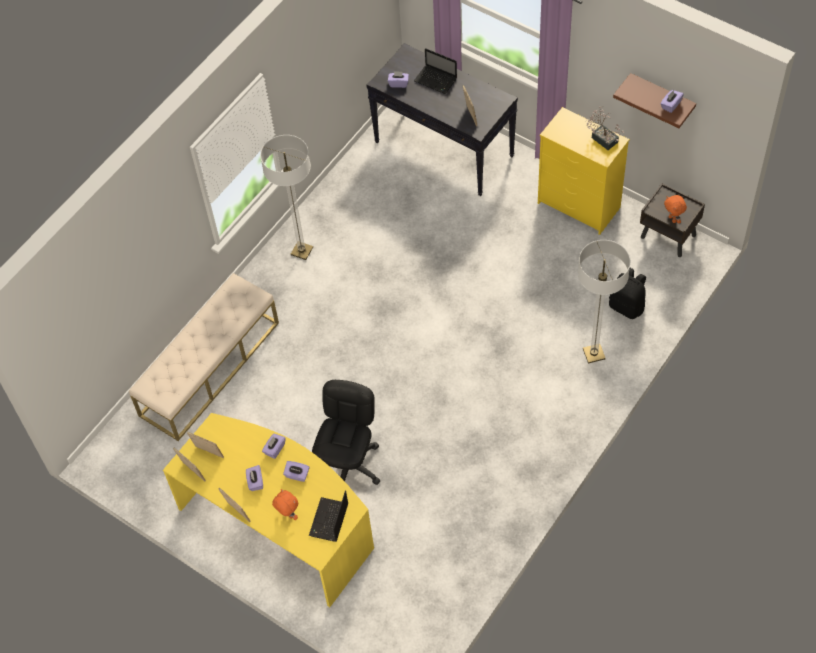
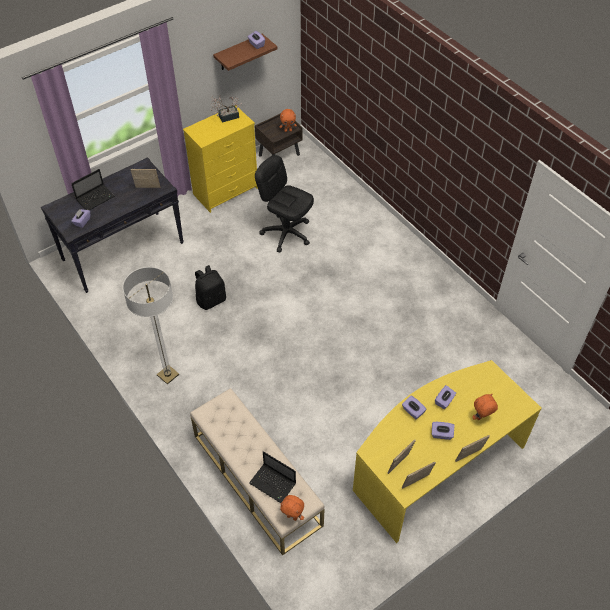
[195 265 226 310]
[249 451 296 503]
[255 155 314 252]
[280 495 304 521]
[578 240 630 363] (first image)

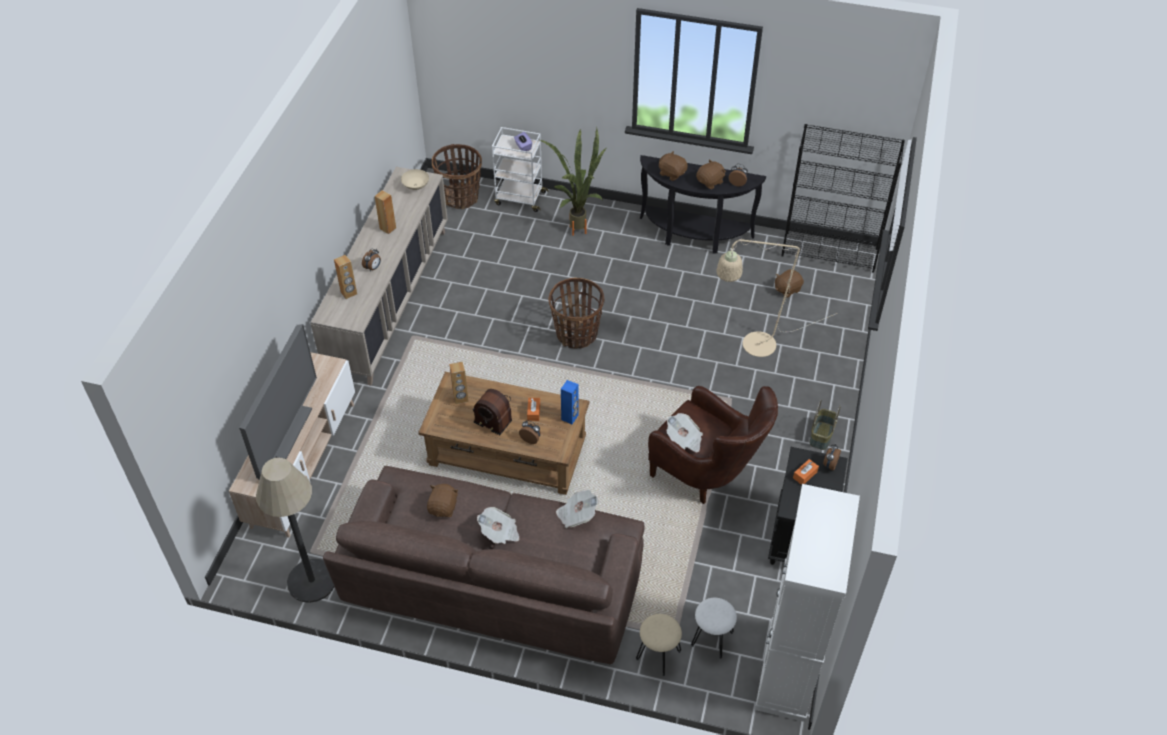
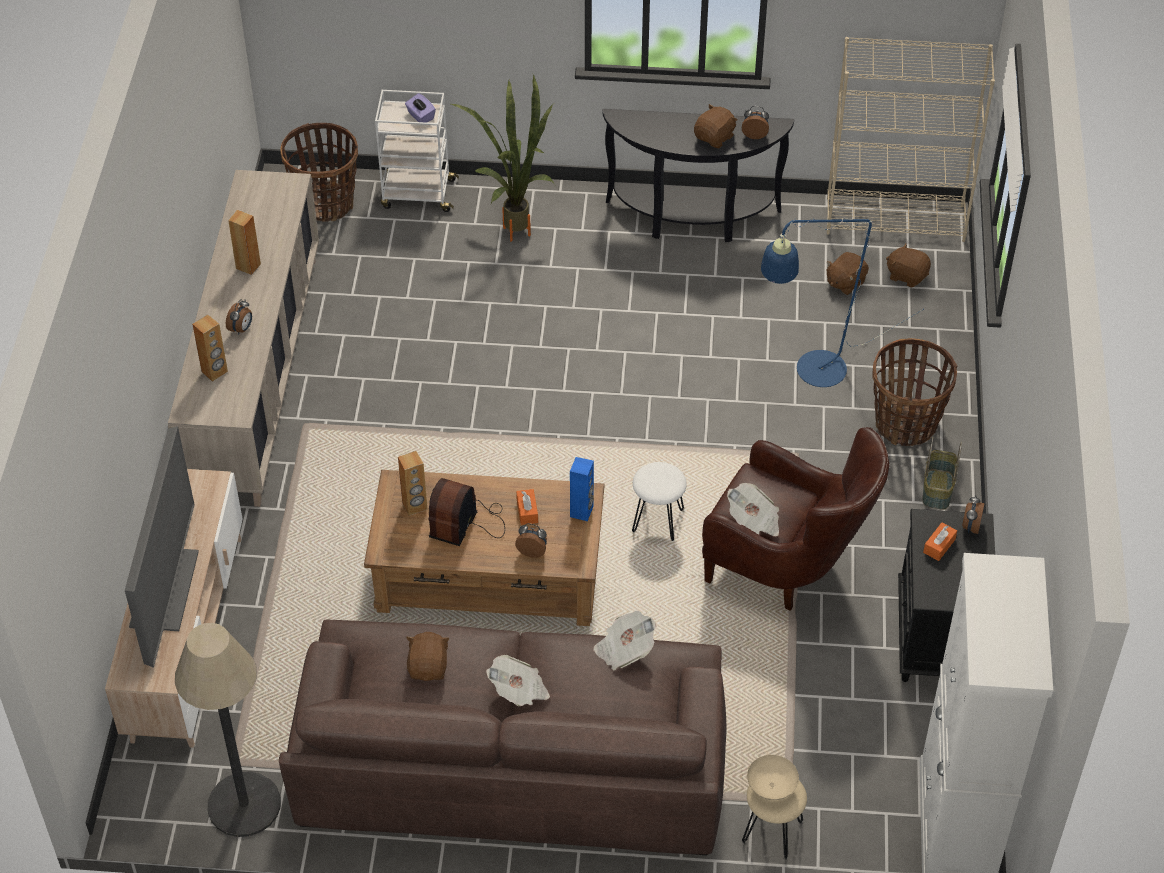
[428 478 505 546]
[632 462 687 541]
[747 755 799 800]
[761 218 924 387]
[827 37 995 242]
[872 338 957 446]
[886 243 931 288]

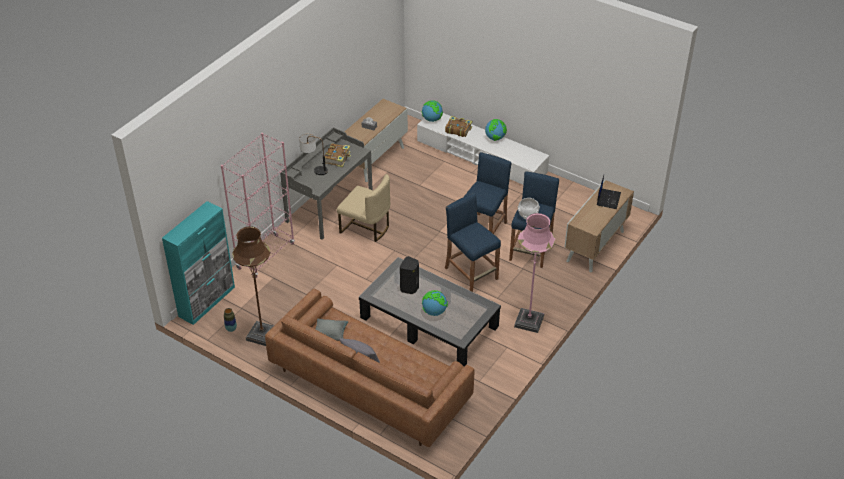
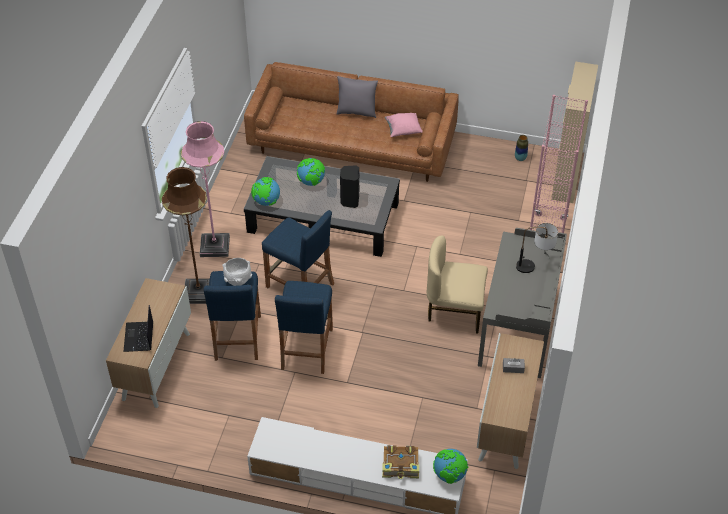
[162 167 210 304]
[251 177 280 206]
[385 113 423 137]
[551 61 598 203]
[325 143 351 167] (first image)

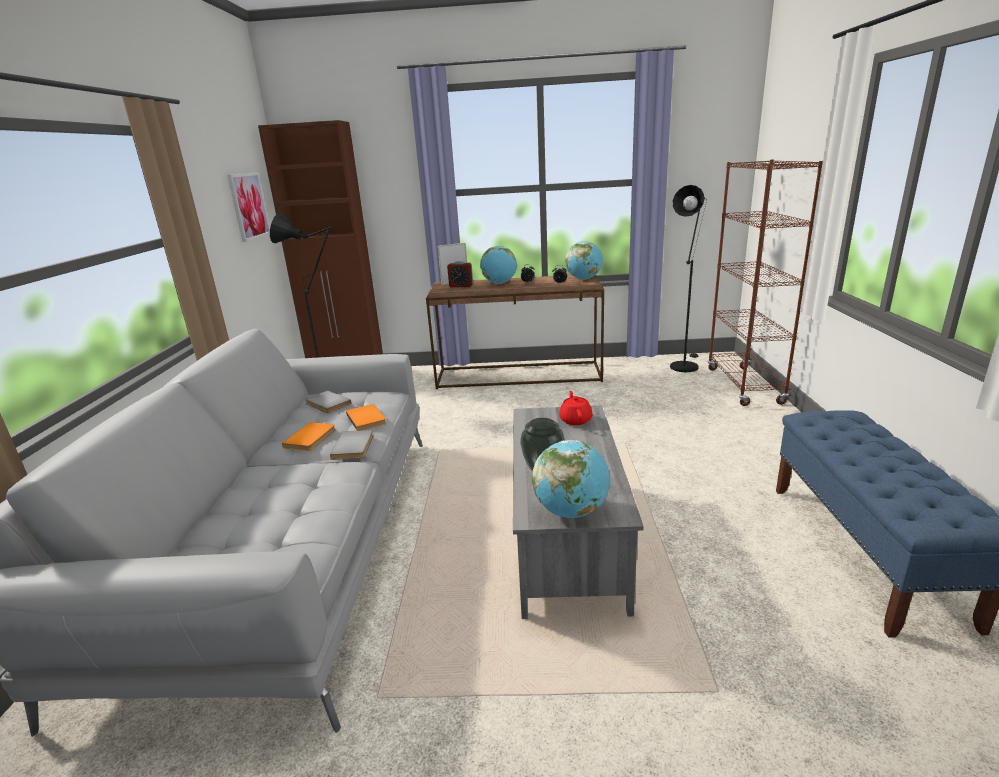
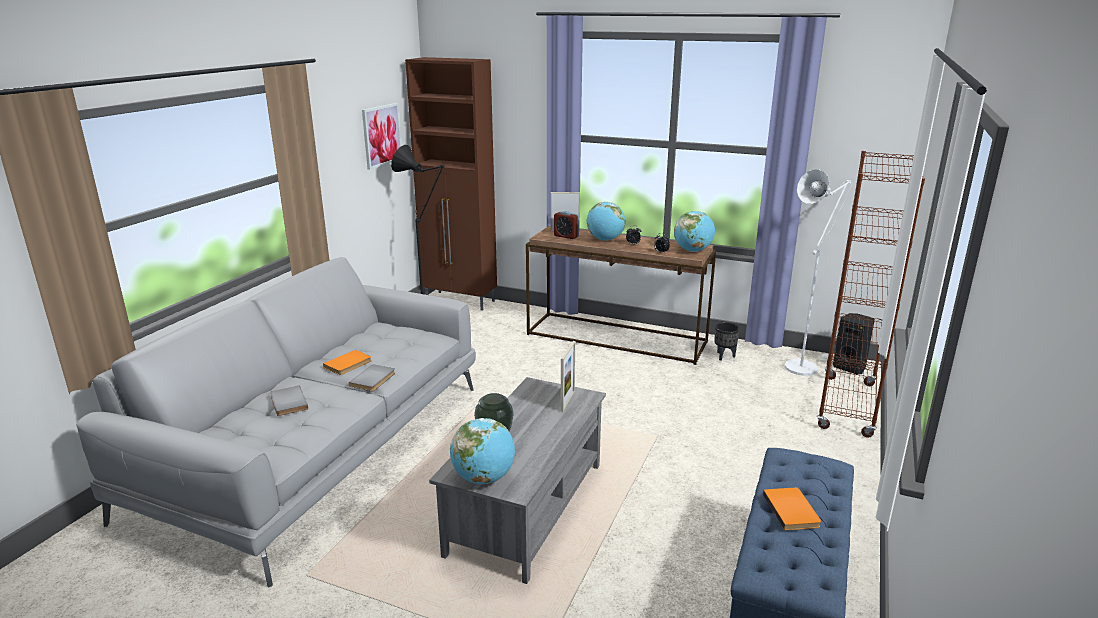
[270 386 308 416]
[560 341 575 412]
[714 322 740 360]
[763 487 821 530]
[785 169 851 376]
[833 313 875 374]

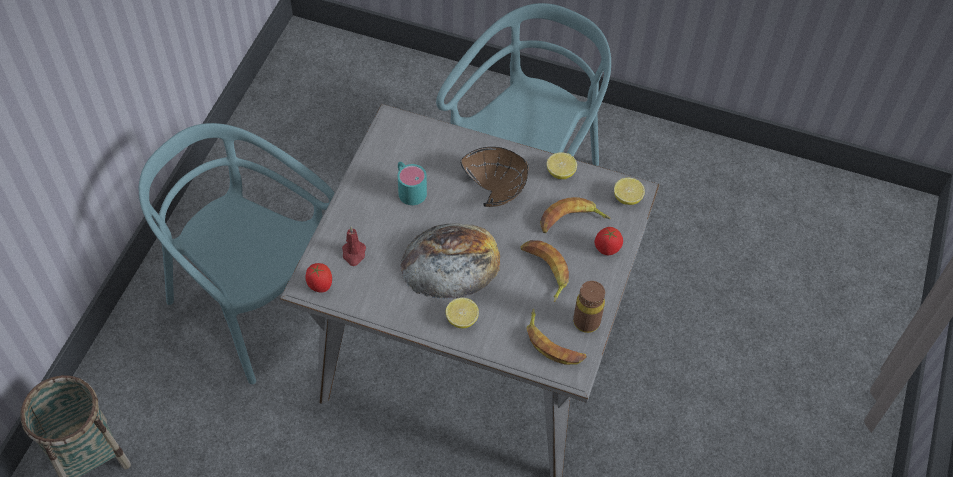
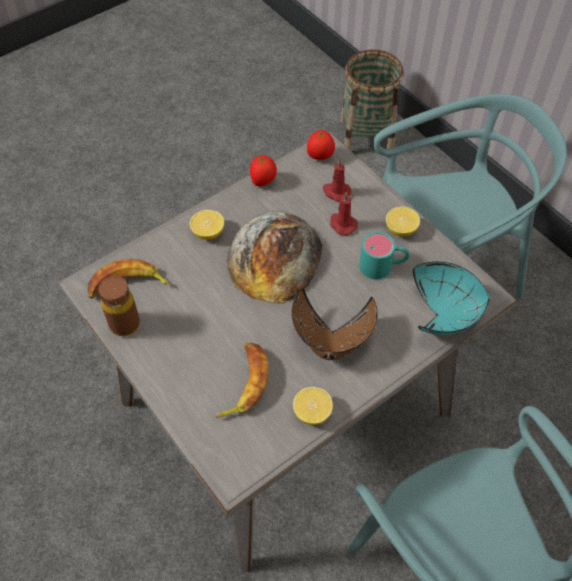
[250 155 277 186]
[330 192 358 235]
[386 206 420 236]
[413 262 490 335]
[520 240 569 302] (first image)

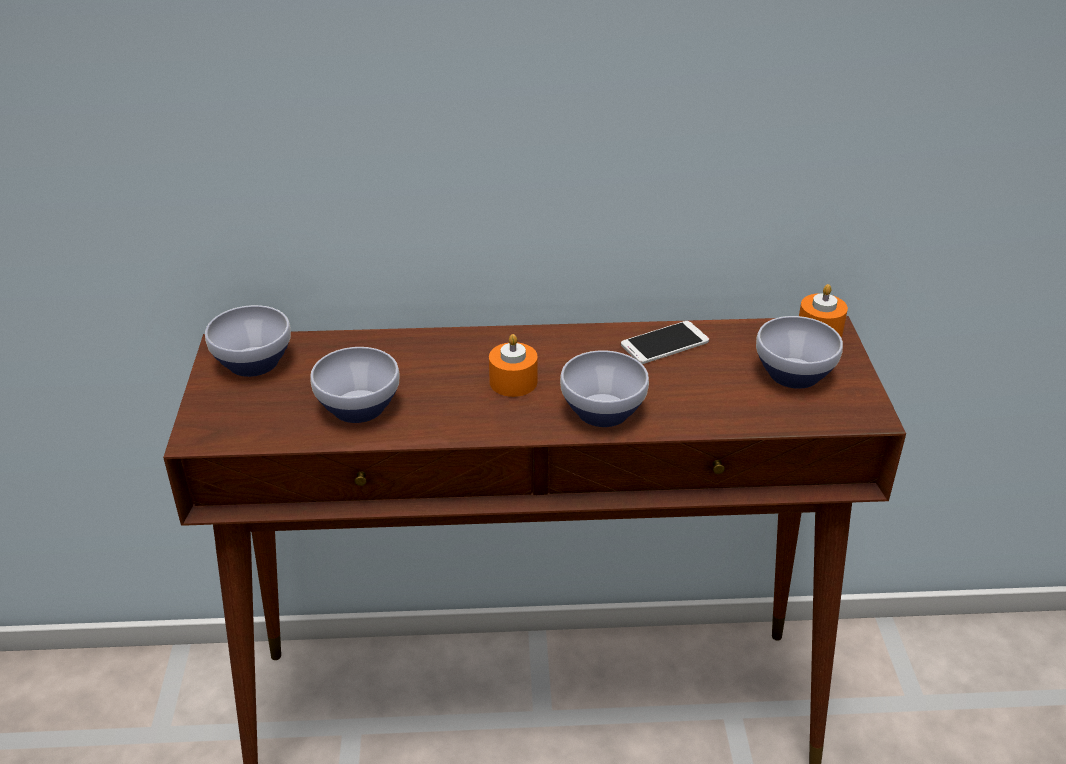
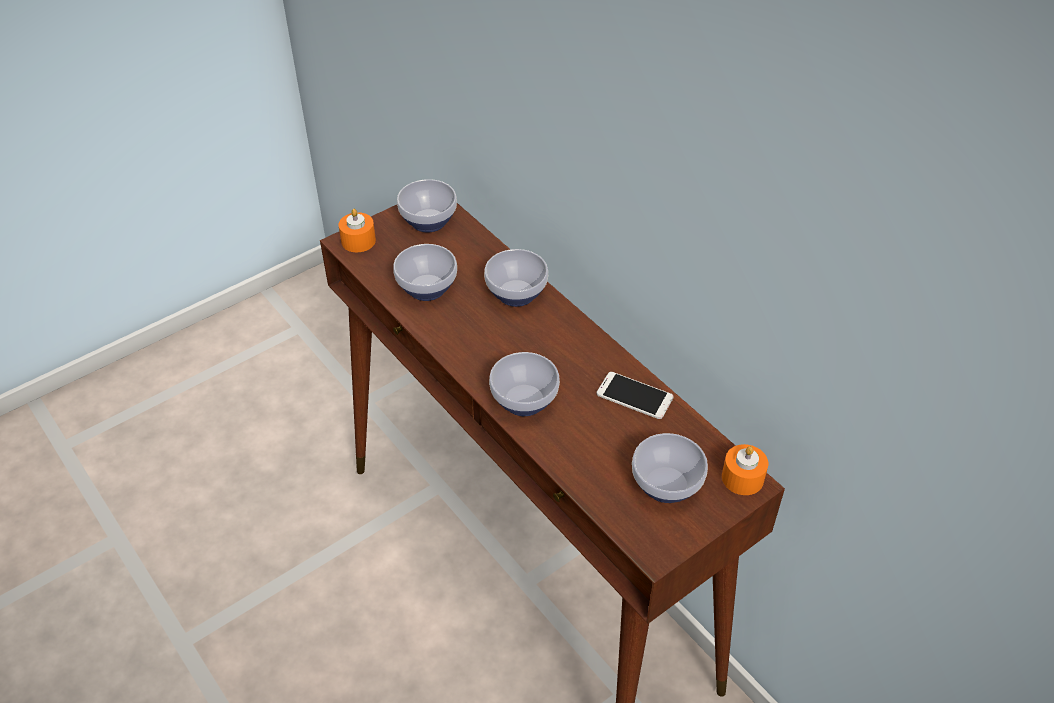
[339 209 376 252]
[484 249 548 307]

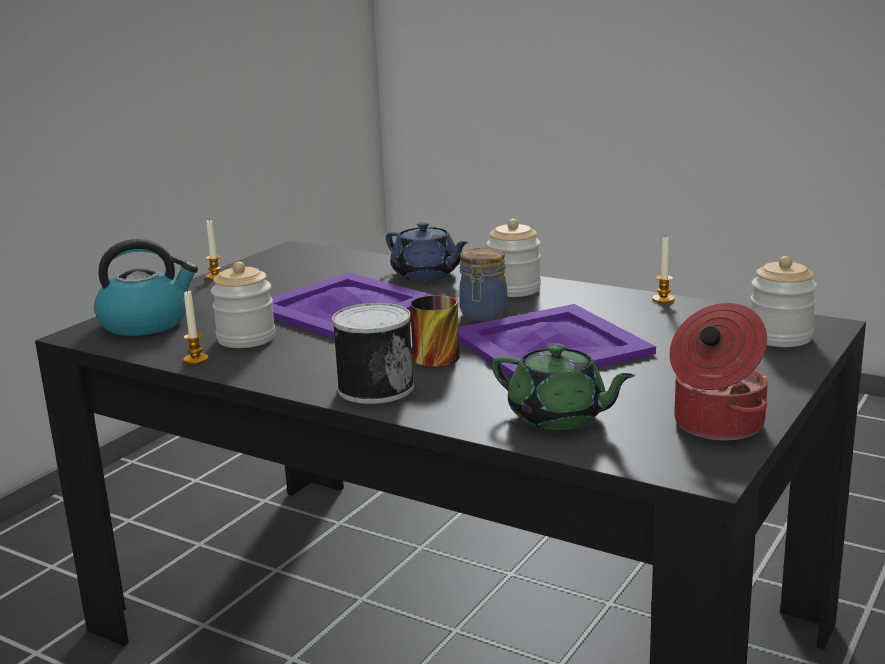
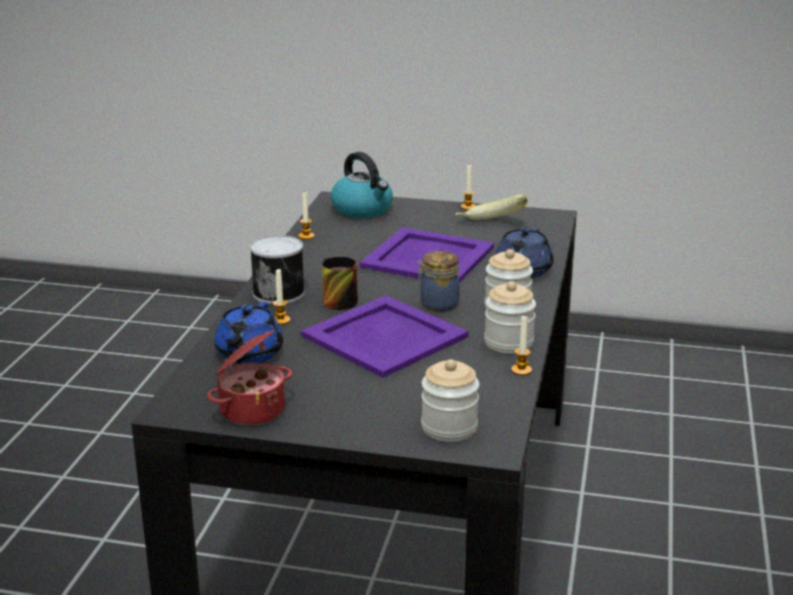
[214 302 283 364]
[273 269 290 325]
[456 194 528 220]
[484 281 536 354]

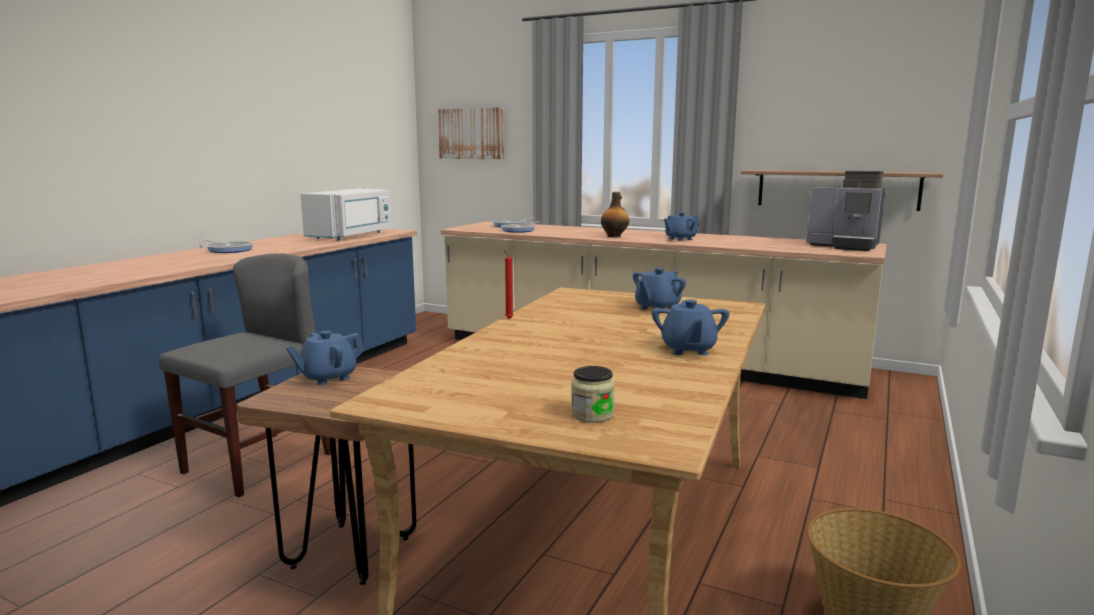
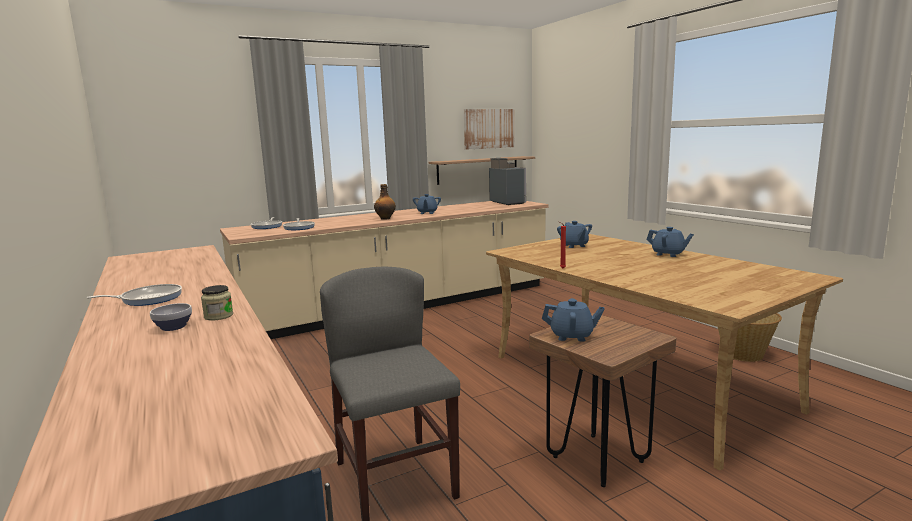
[150 303 192 331]
[201 285 233 321]
[464 109 514 150]
[489 158 526 205]
[542 298 605 342]
[300 189 392 240] (first image)

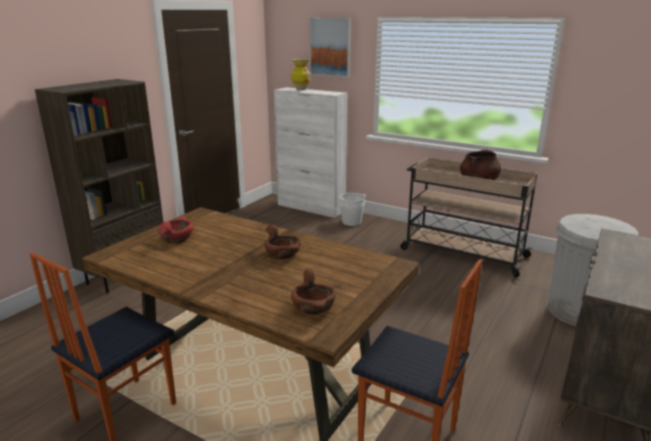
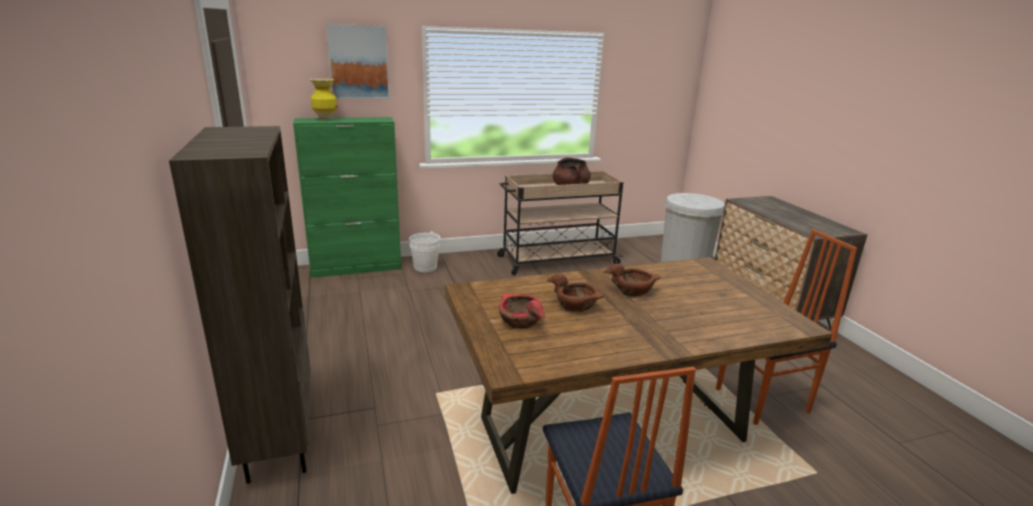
[293 117 401 278]
[547 273 604 312]

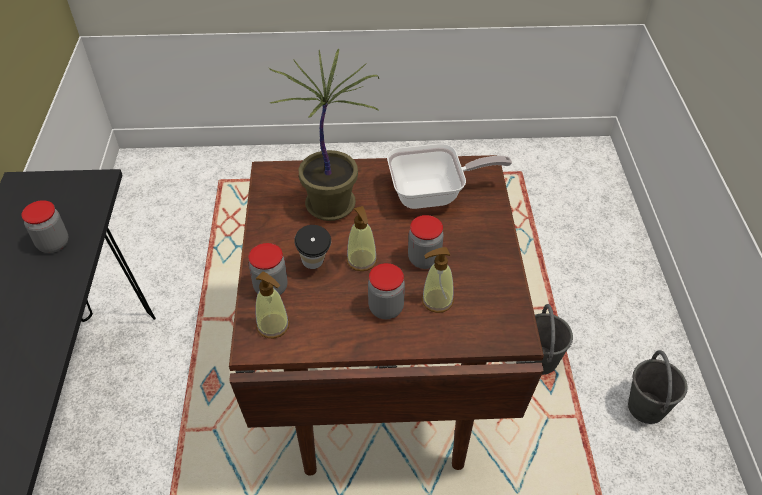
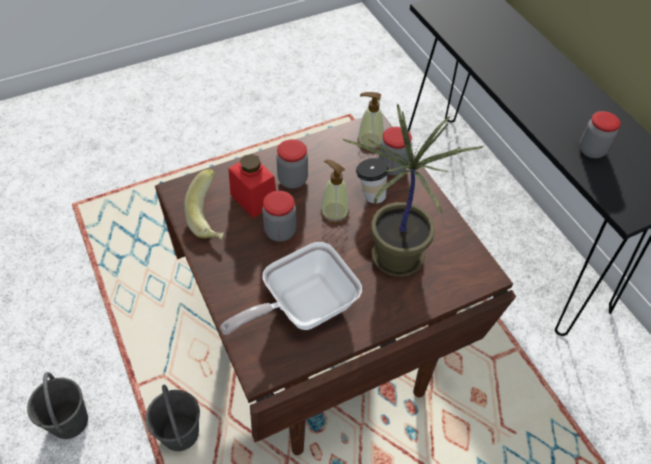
[184 169 224 240]
[228 154 276 218]

